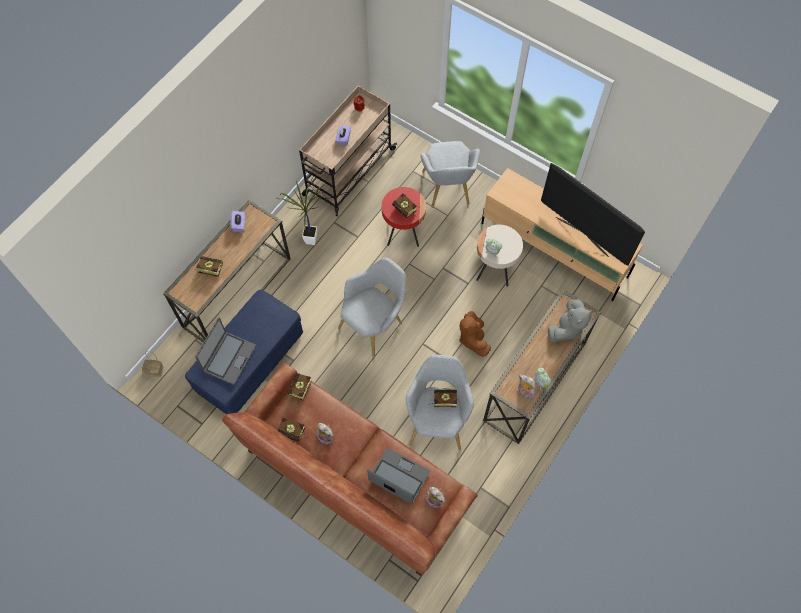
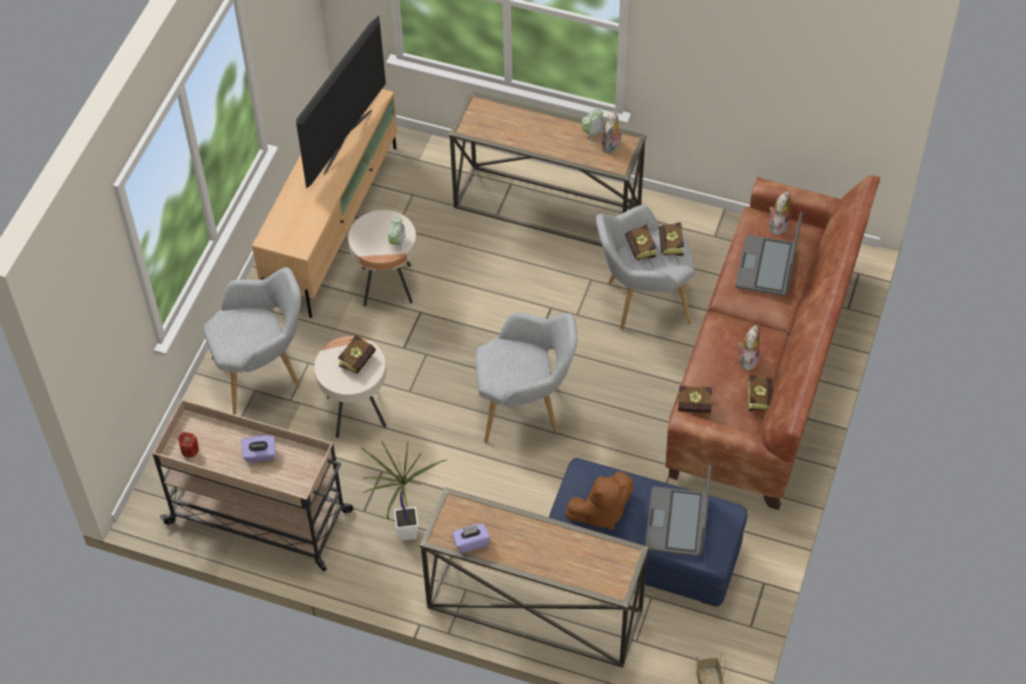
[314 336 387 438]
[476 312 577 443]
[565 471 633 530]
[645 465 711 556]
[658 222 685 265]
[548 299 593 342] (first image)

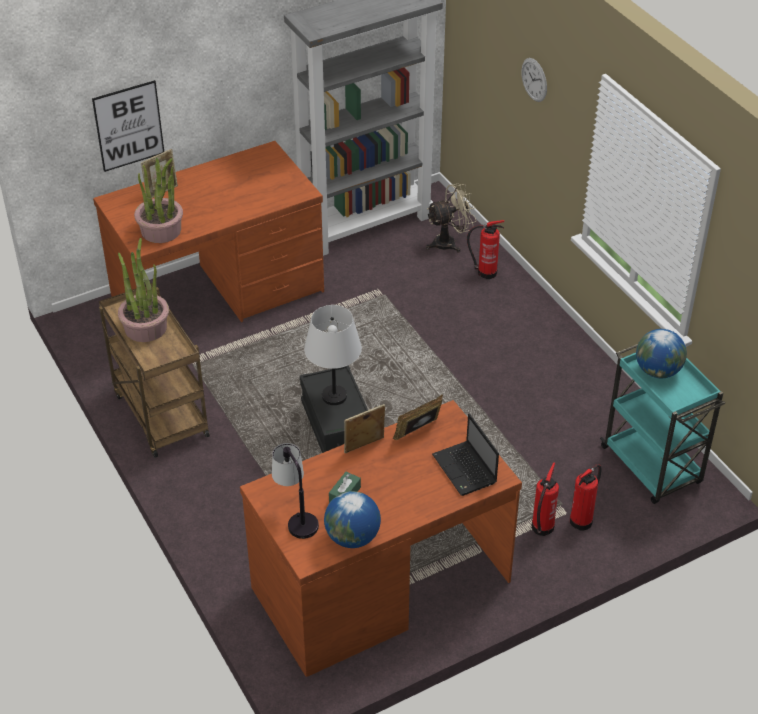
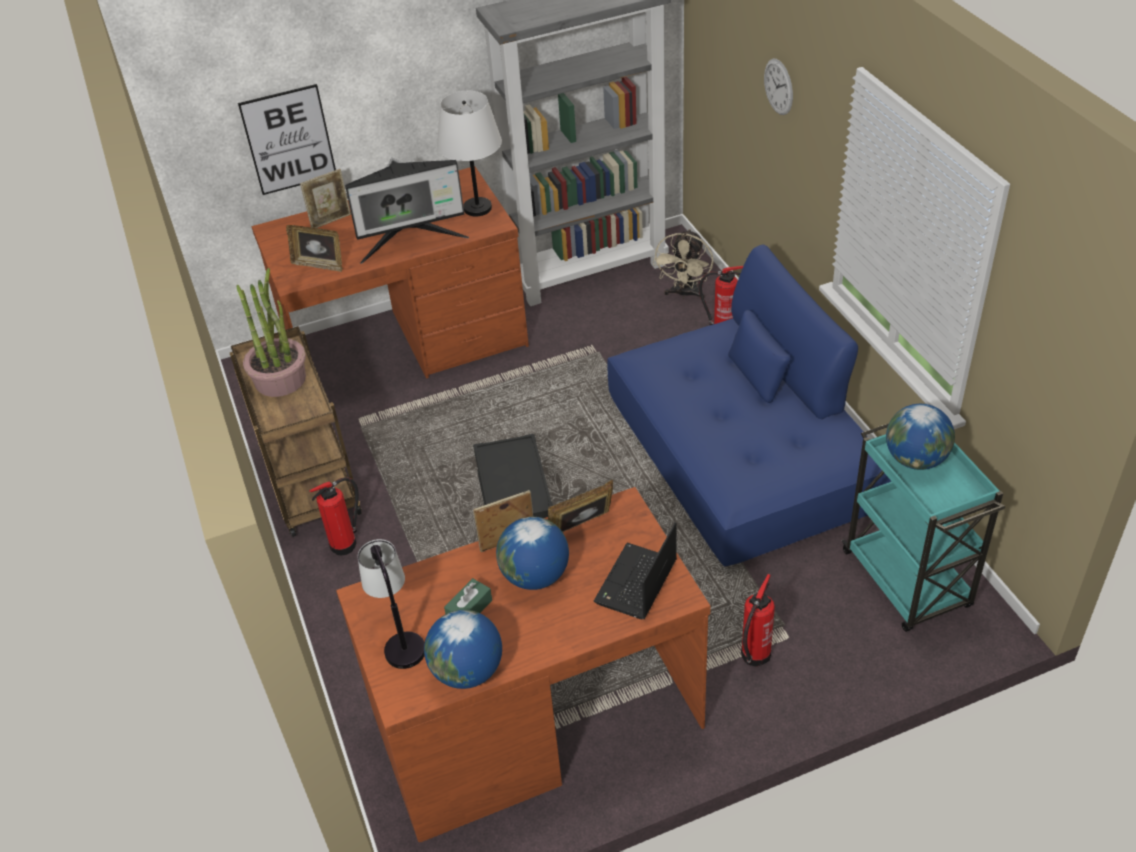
[286 225 343 272]
[309 477 359 555]
[345 157 469 264]
[437 91 502 217]
[496 517 569 590]
[593 522 677 619]
[607 245 891 567]
[653 229 714 299]

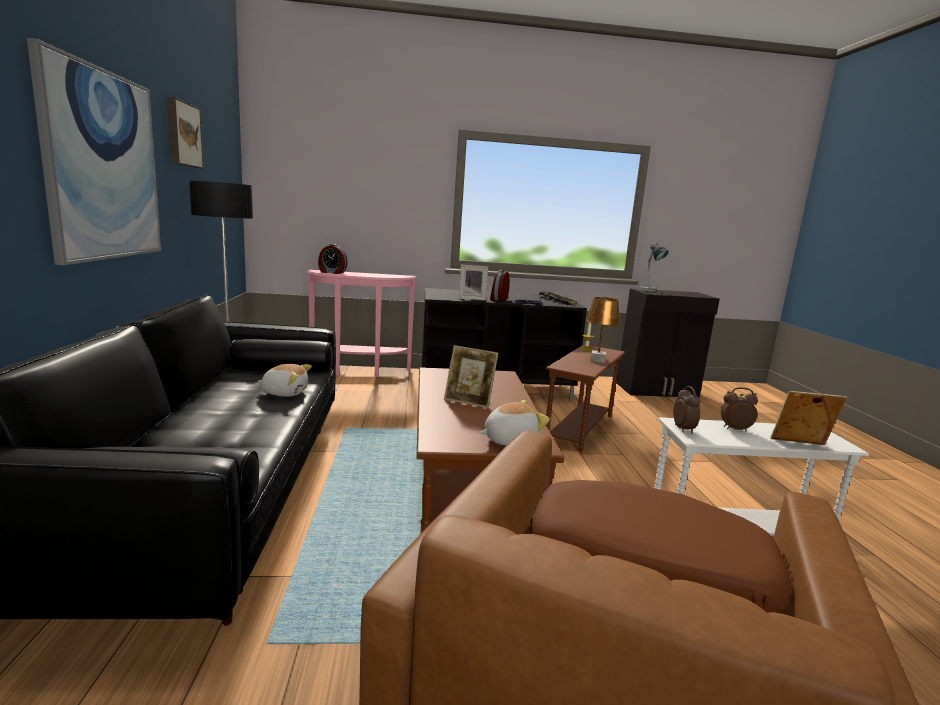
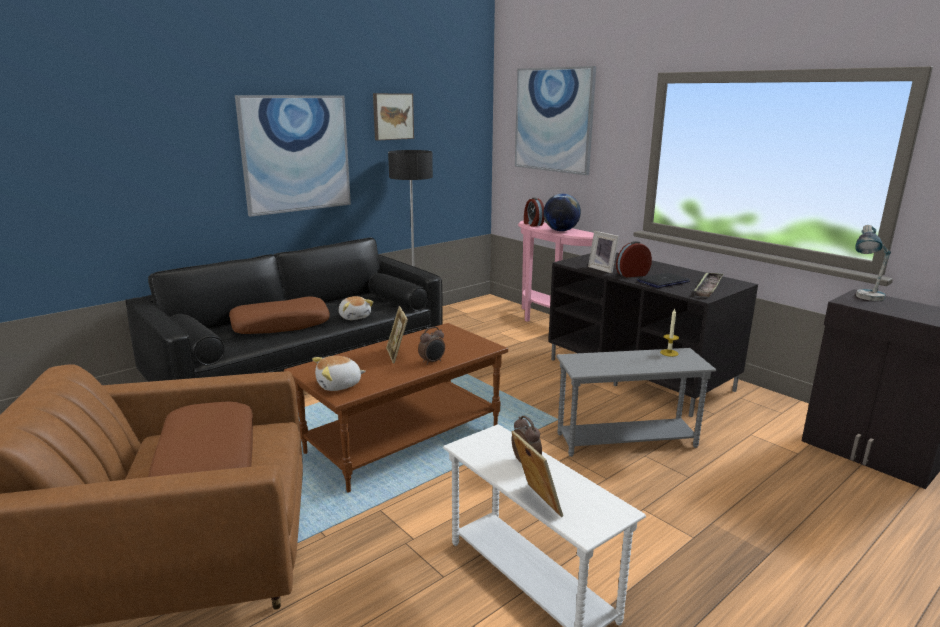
[229 296 330 334]
[312 356 366 391]
[418 327 445 365]
[515 66 596 175]
[543 194 581 231]
[556 348 716 457]
[586 297 620 363] (first image)

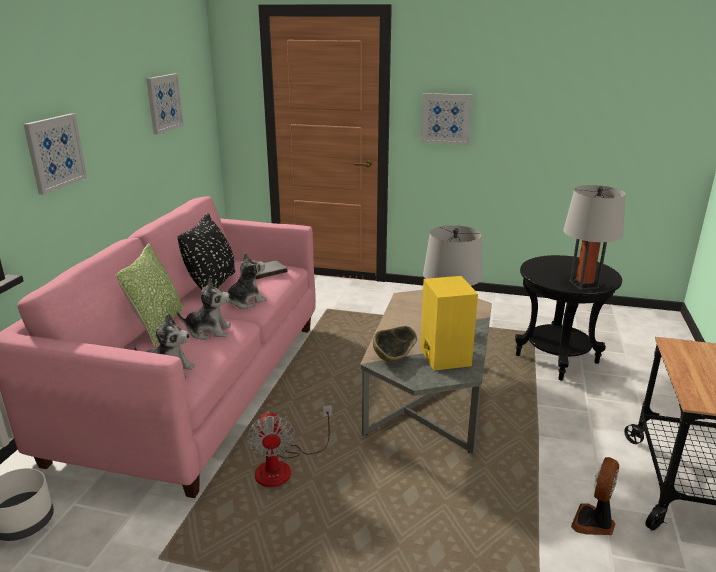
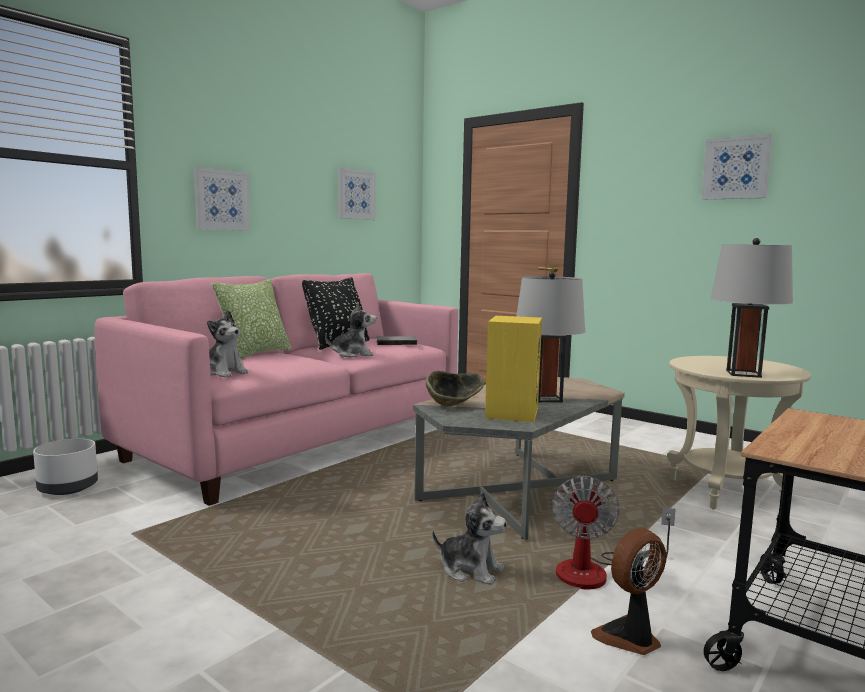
[432 492 507 585]
[552 476 676 590]
[667 356 811 509]
[701 133 773 200]

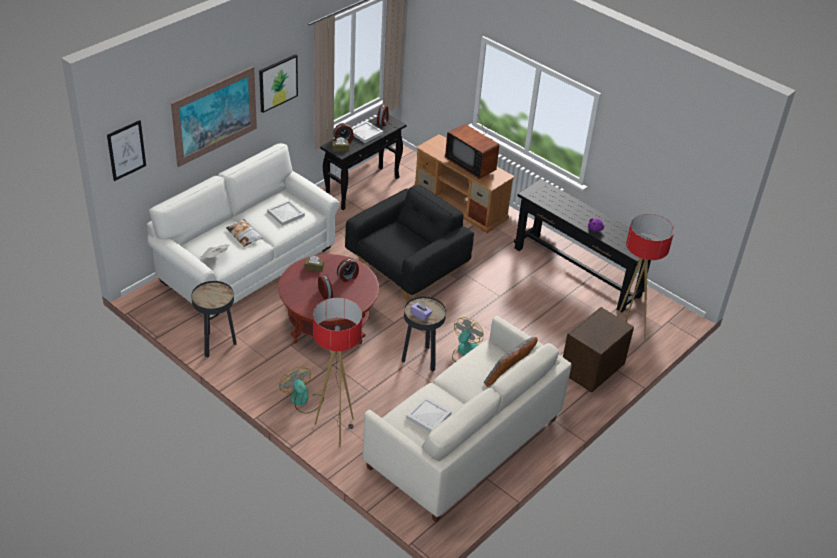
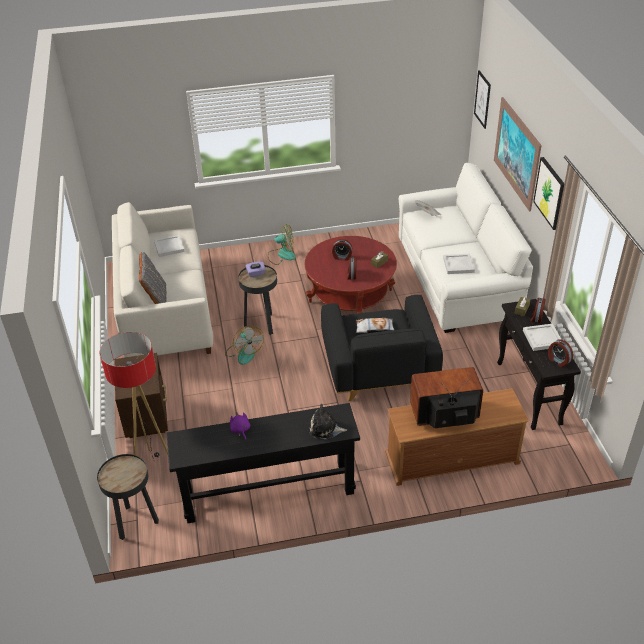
[97 454 159 540]
[309 404 347 439]
[356 318 394 333]
[313 298 362 448] (first image)

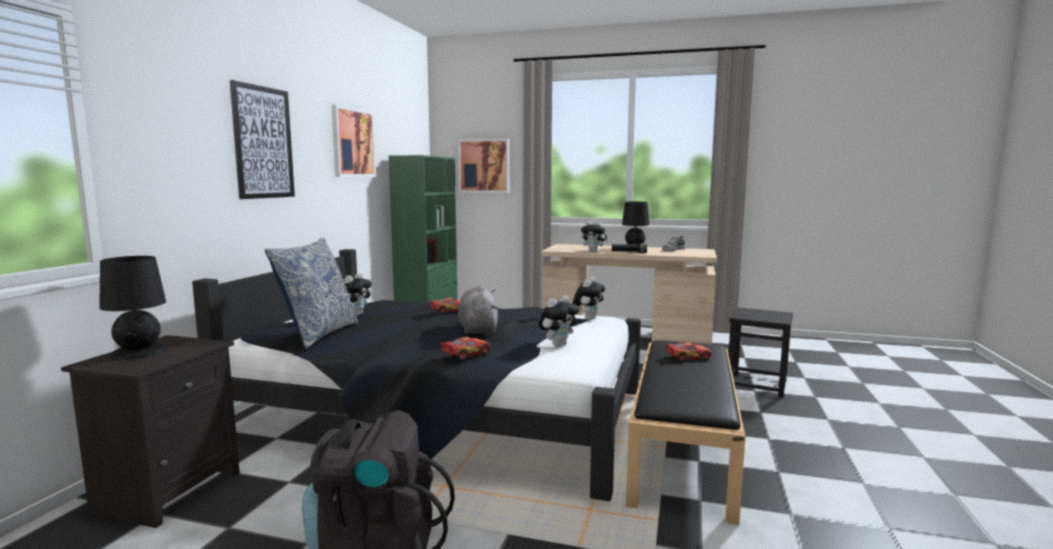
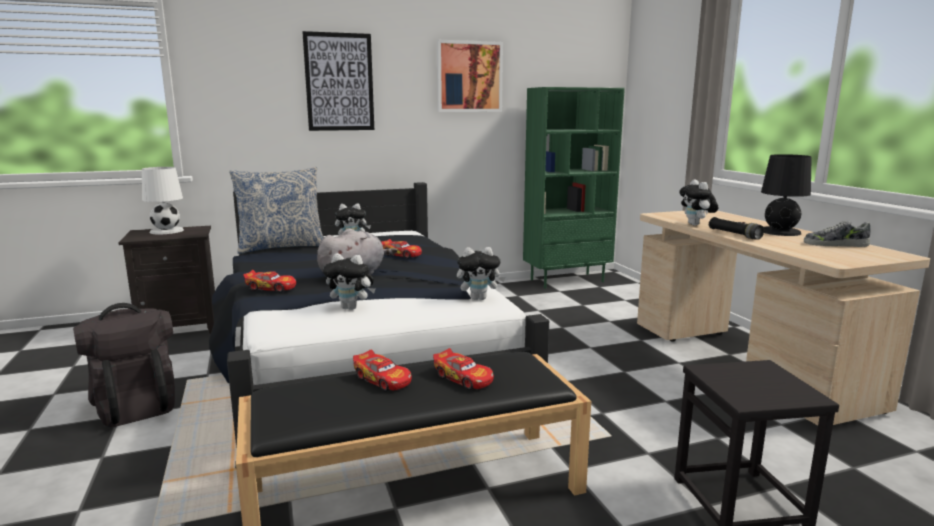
[142 167 184 234]
[353 350 412 391]
[458 139 509 193] (first image)

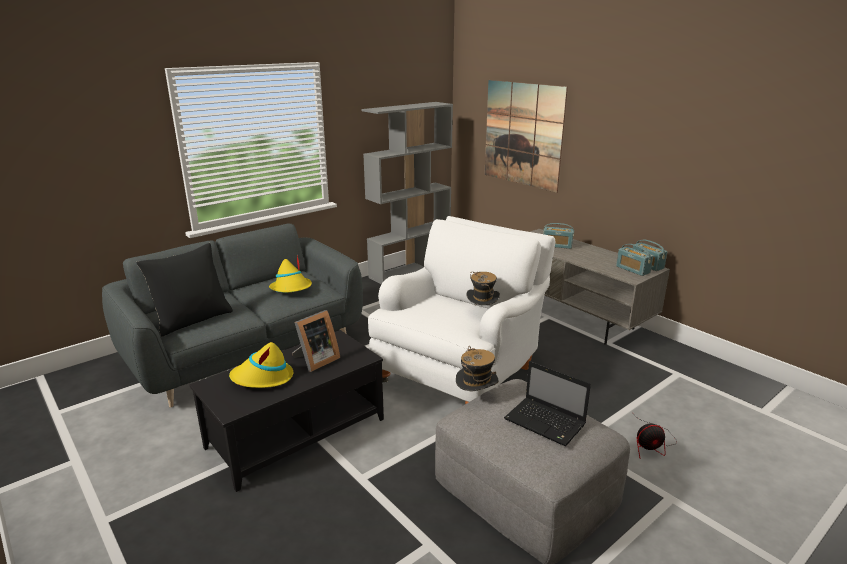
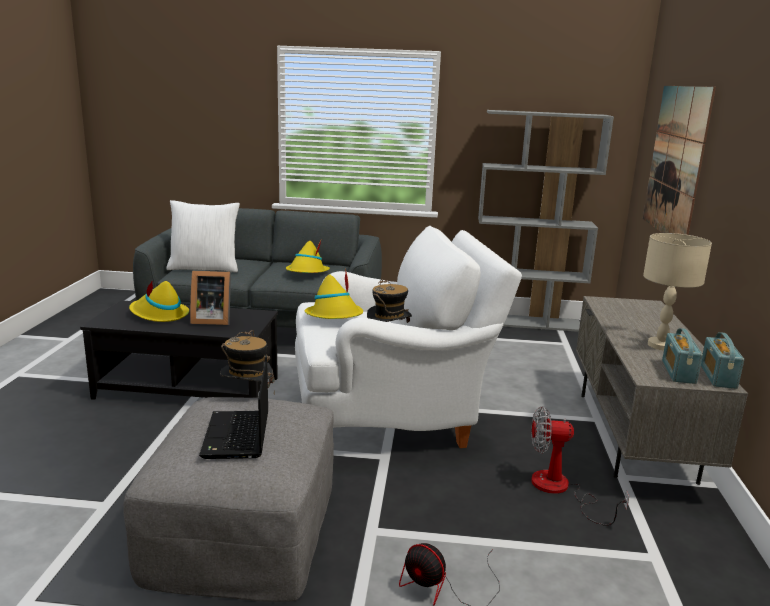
[166 200 240 273]
[304 269 363 319]
[531 406 629 526]
[643 233 712 350]
[543 223 574 249] (first image)

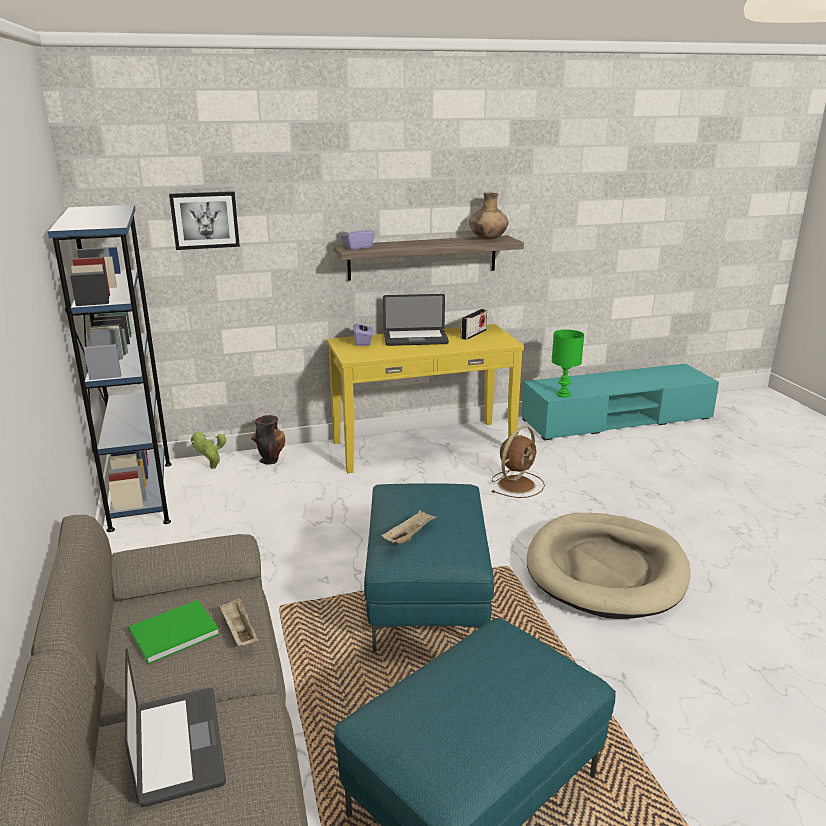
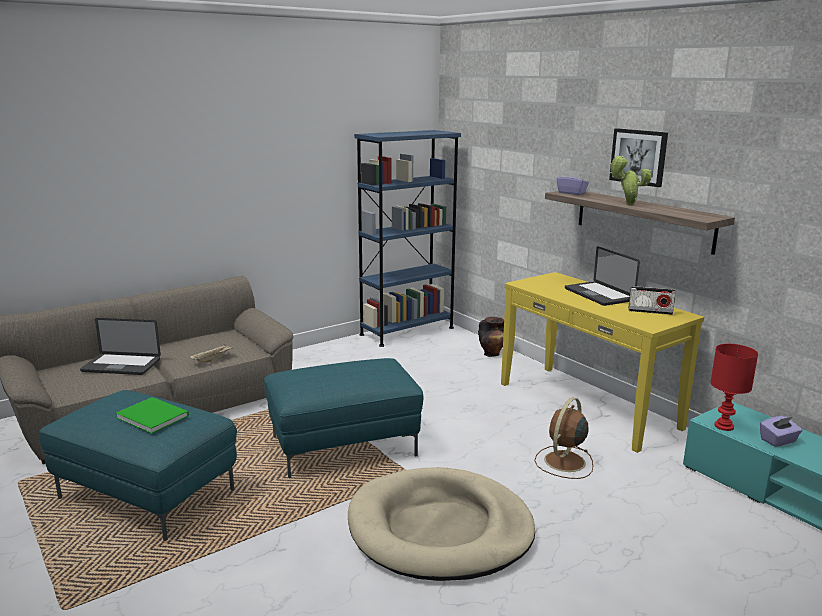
[80 318 161 375]
[116 397 189 434]
[534 398 593 479]
[609 128 668 187]
[610 156 652 205]
[710 344 758 431]
[760 416 802 447]
[382 510 437 544] (first image)
[469 192 509 240] (first image)

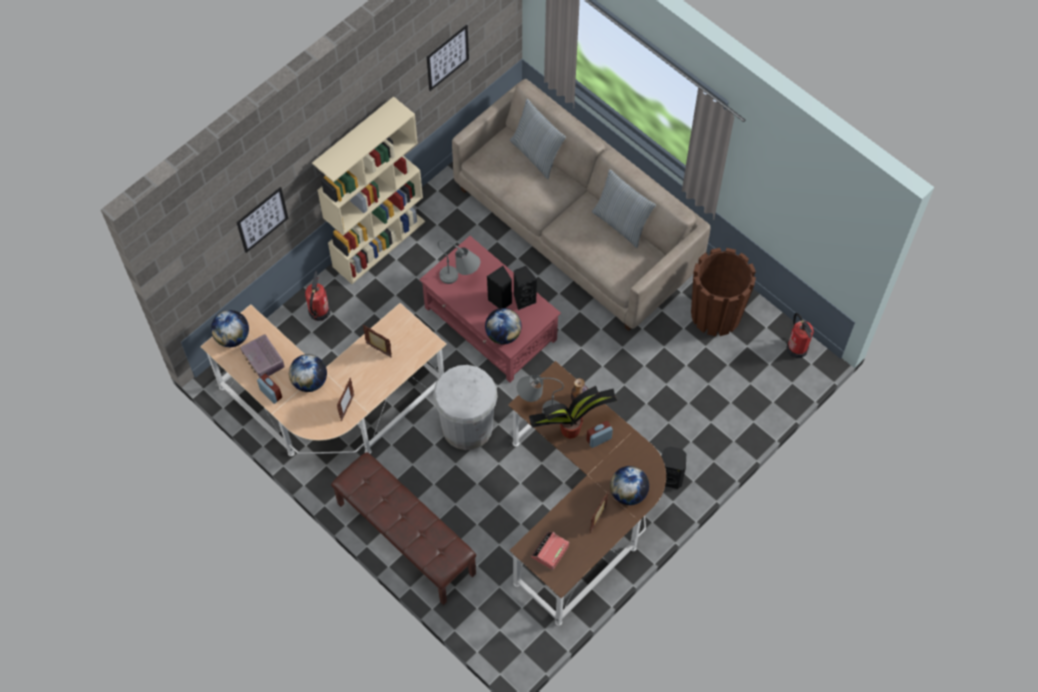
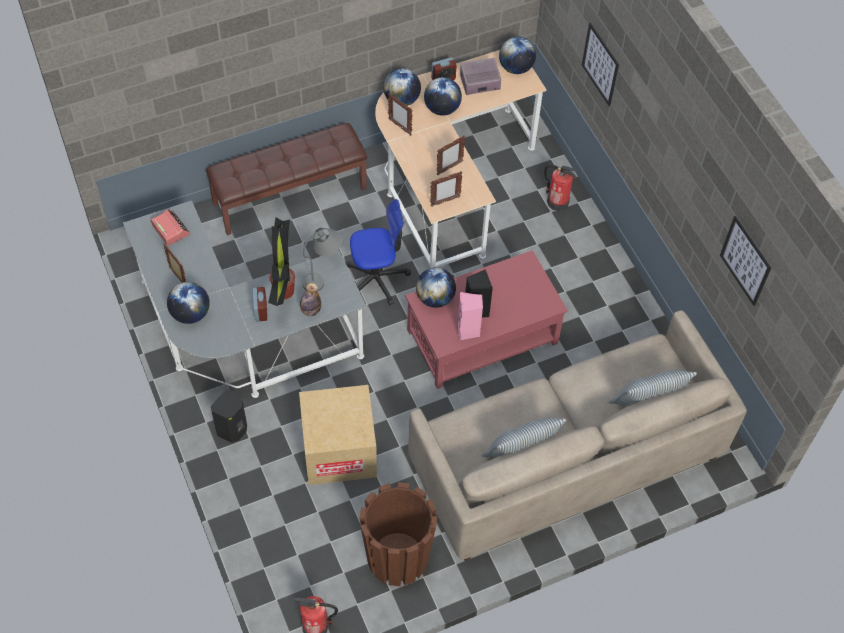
[123 201 367 398]
[299 385 377 485]
[346 199 411 305]
[383 68 421 106]
[430 171 463 206]
[458 292 483 340]
[312 96 425 284] (first image)
[438 240 480 284] (first image)

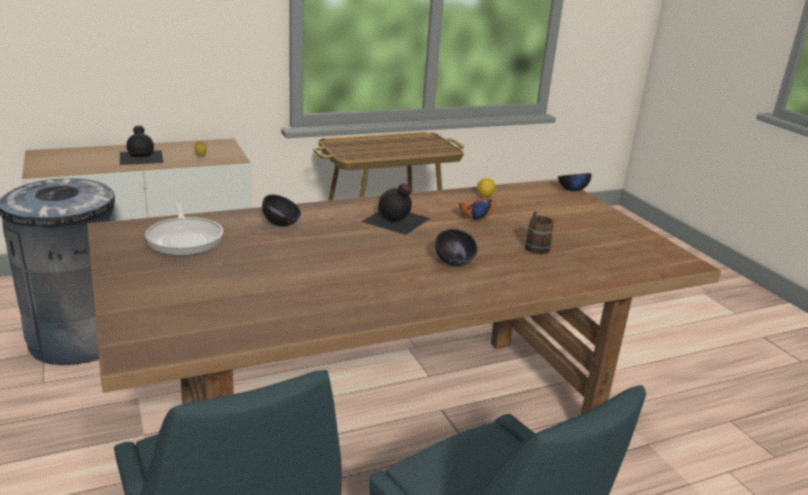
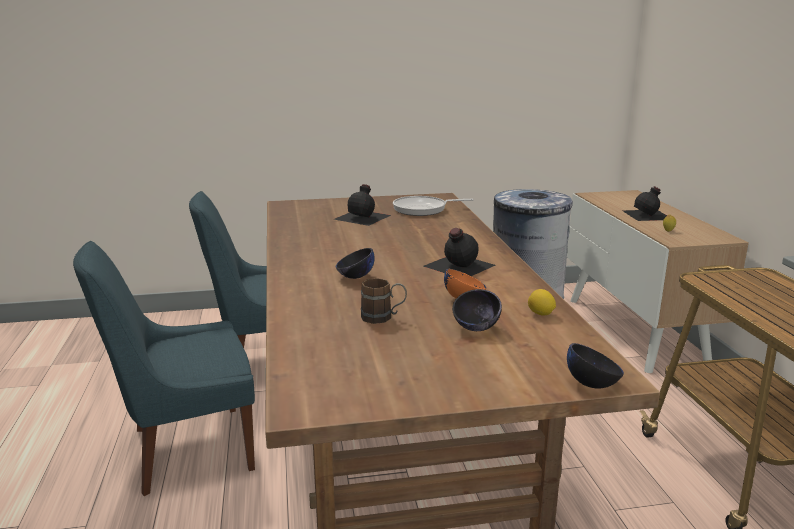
[334 184 391 226]
[452 289 502 331]

